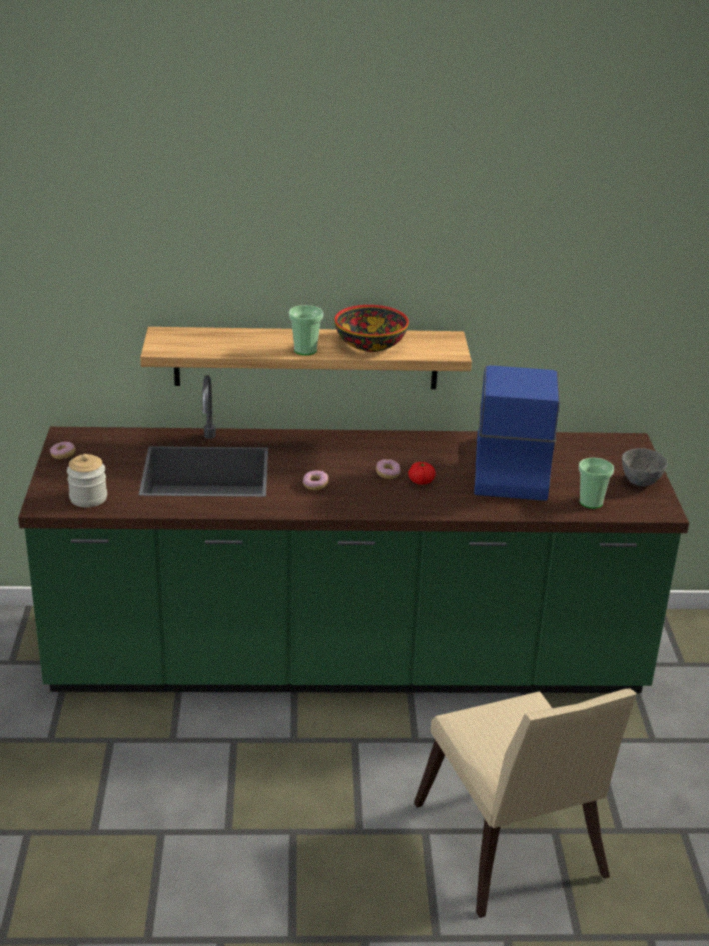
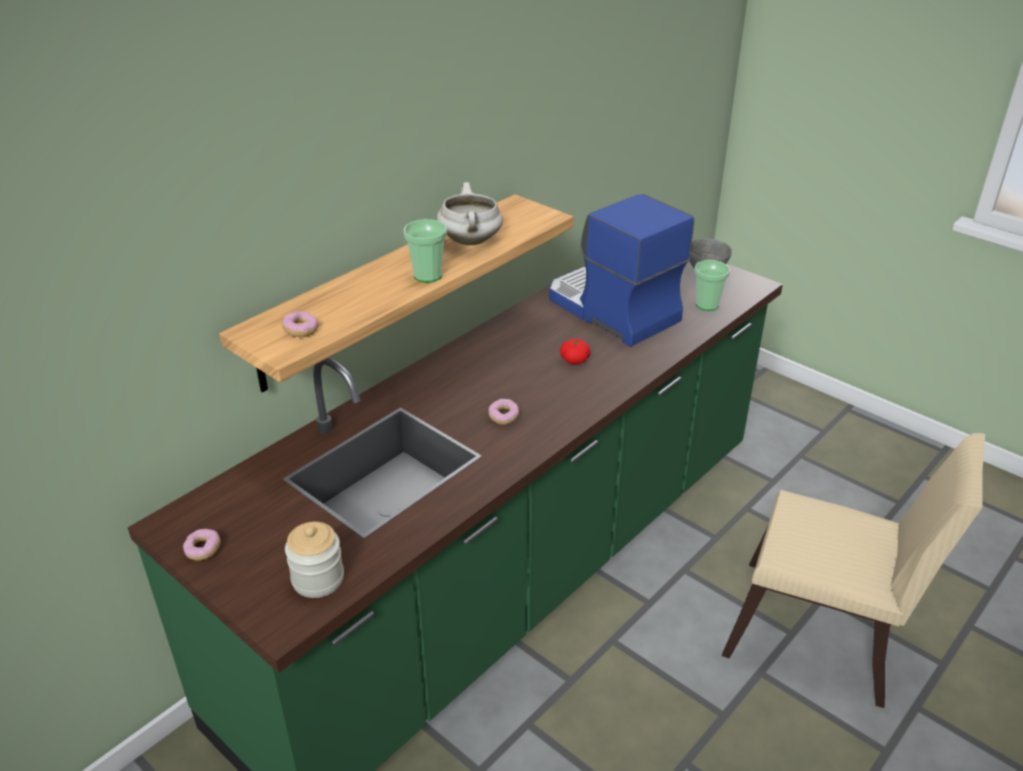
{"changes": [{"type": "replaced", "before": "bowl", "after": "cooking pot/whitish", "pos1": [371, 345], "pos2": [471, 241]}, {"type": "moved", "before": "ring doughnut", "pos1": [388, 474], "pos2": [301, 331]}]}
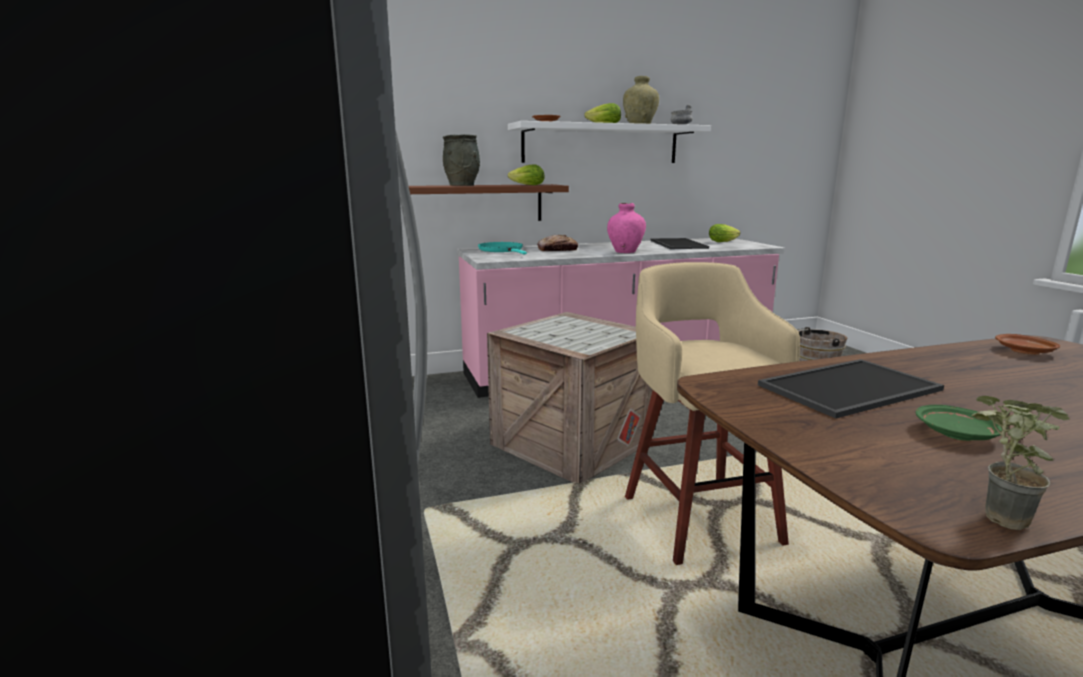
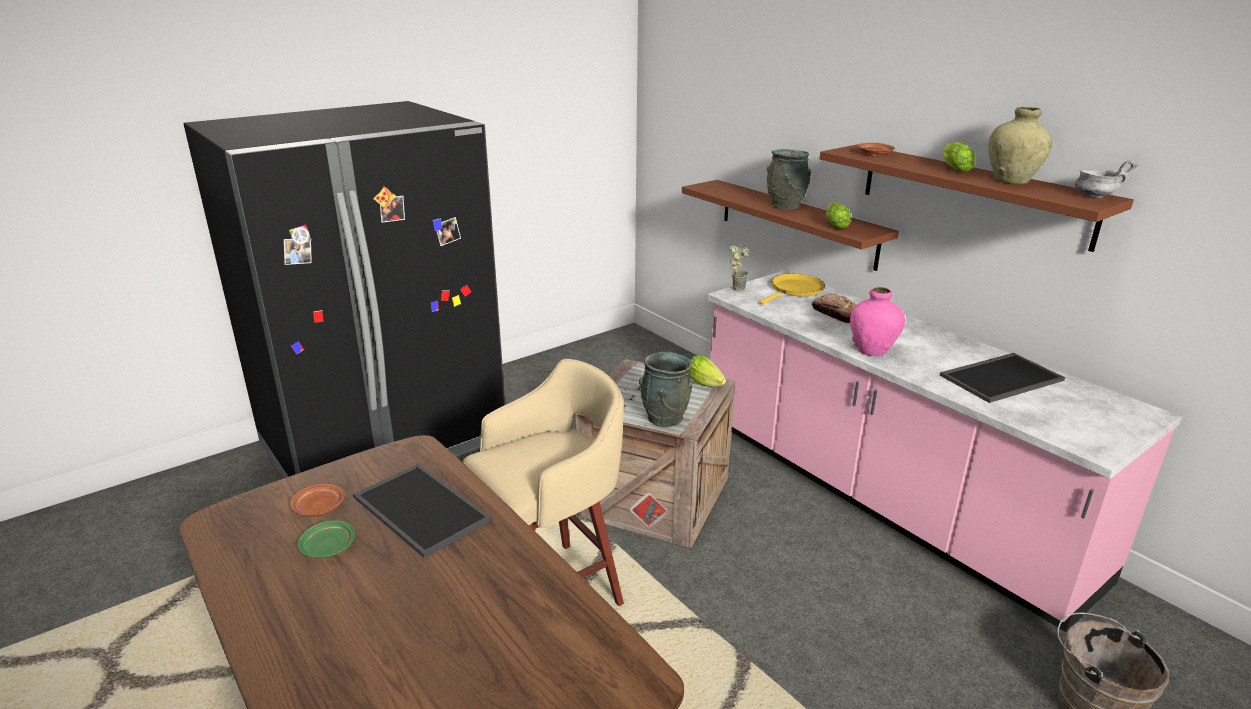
{"changes": [{"type": "recoloured", "before": "bracket shelf/whitish", "after": "bracket shelf/brown-coloured", "pos1": [601, 144], "pos2": [972, 194]}, {"type": "moved", "before": "lettuce head", "pos1": [724, 241], "pos2": [706, 383]}, {"type": "recoloured", "before": "pan/blue-green", "after": "pan/yellow-coloured", "pos1": [502, 250], "pos2": [795, 290]}, {"type": "moved", "before": "plate/brown-coloured", "pos1": [1024, 351], "pos2": [318, 508]}, {"type": "moved", "before": "potted plant", "pos1": [992, 517], "pos2": [738, 287]}, {"type": "added", "after": "vase/gray", "pos2": [664, 419]}]}
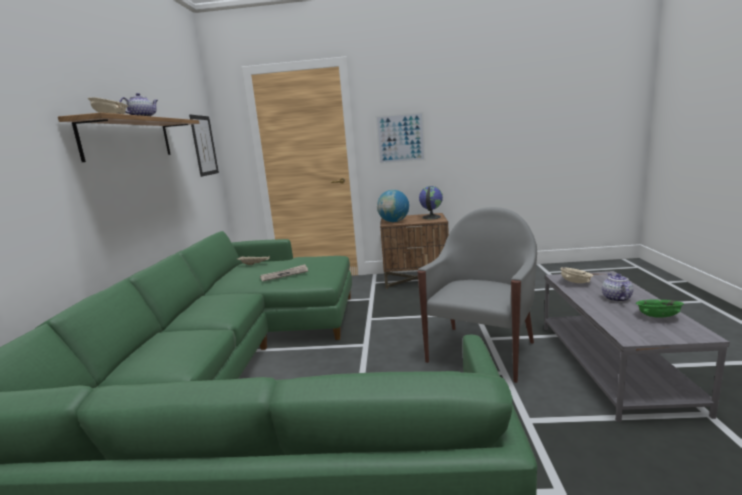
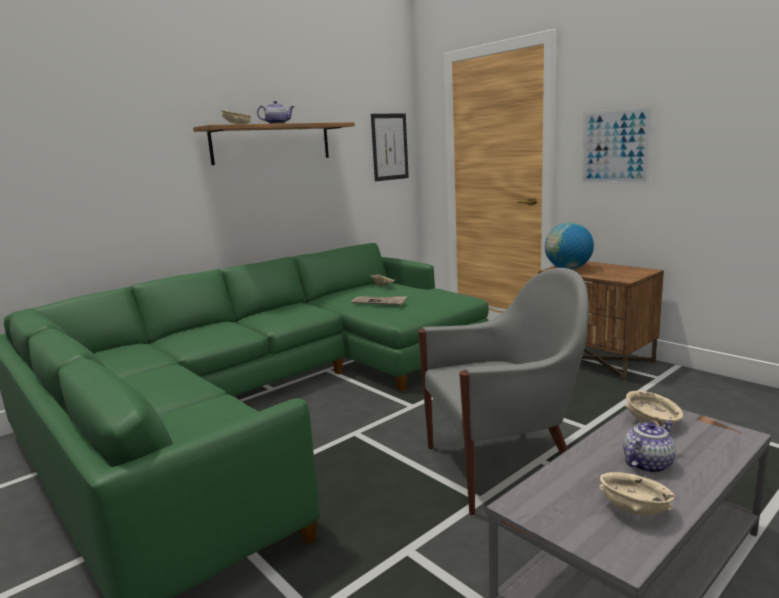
{"changes": [{"type": "removed", "before": "world globe", "pos1": [431, 217]}, {"type": "recoloured", "before": "bowl/greenish", "after": "bowl/beige", "pos1": [658, 316], "pos2": [634, 510]}]}
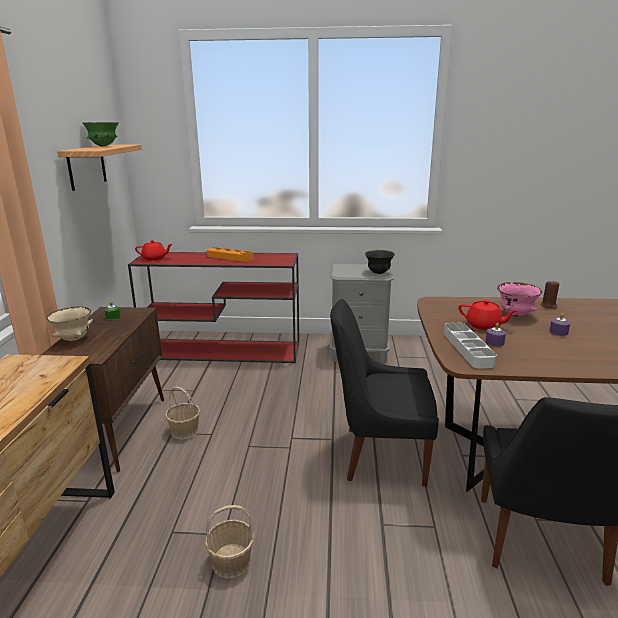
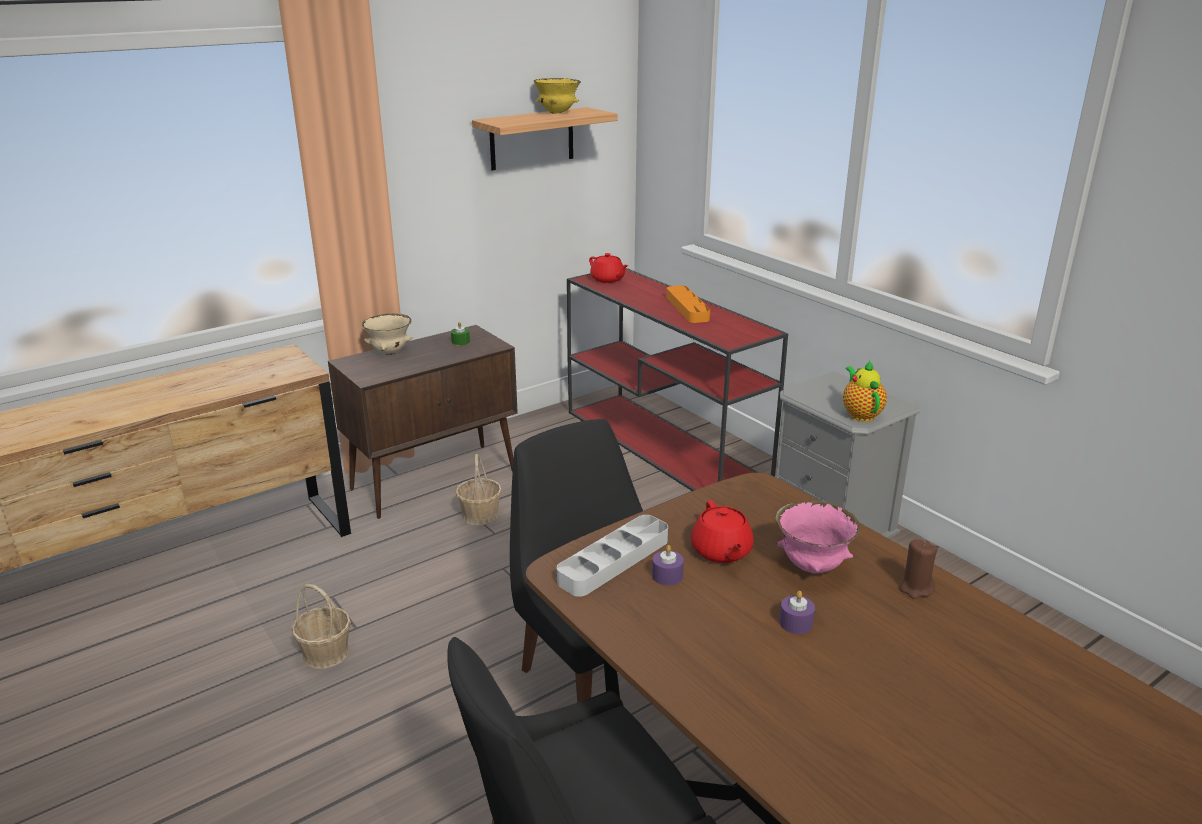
{"changes": [{"type": "recoloured", "before": "bowl/greenish", "after": "bowl/yellow-coloured", "pos1": [104, 146], "pos2": [557, 113]}, {"type": "replaced", "before": "bowl/black", "after": "teapot", "pos1": [378, 273], "pos2": [860, 414]}]}
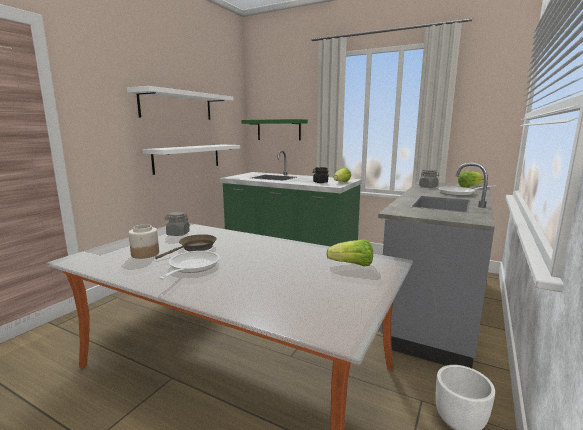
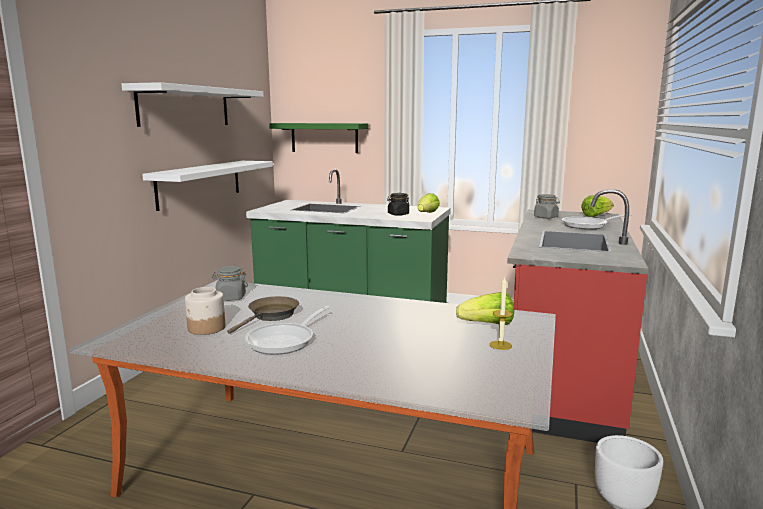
{"changes": [{"type": "recoloured", "before": "kitchen counter/gray", "after": "kitchen counter/red", "pos1": [433, 306], "pos2": [561, 373]}, {"type": "turned", "before": "pan", "pos1": [191, 267], "pos2": [285, 340], "turn": -150}, {"type": "added", "after": "wax light", "pos2": [500, 345]}]}
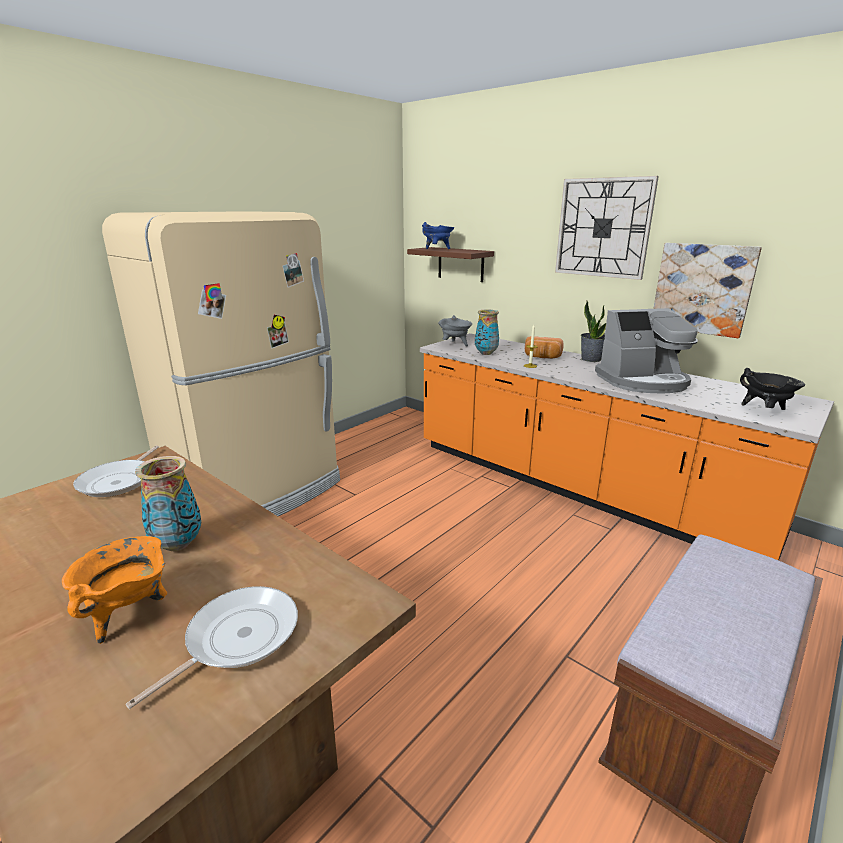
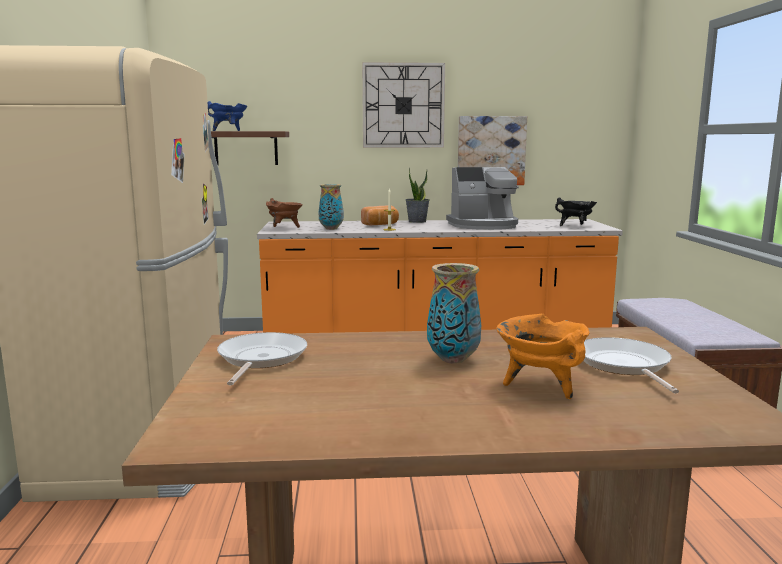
{"changes": [{"type": "turned", "before": "coffee maker", "pos1": [643, 381], "pos2": [483, 225], "turn": 45}, {"type": "recoloured", "before": "cooking pot/gray", "after": "cooking pot/brown-coloured", "pos1": [455, 344], "pos2": [284, 228]}, {"type": "turned", "before": "pan", "pos1": [120, 481], "pos2": [260, 359], "turn": -135}]}
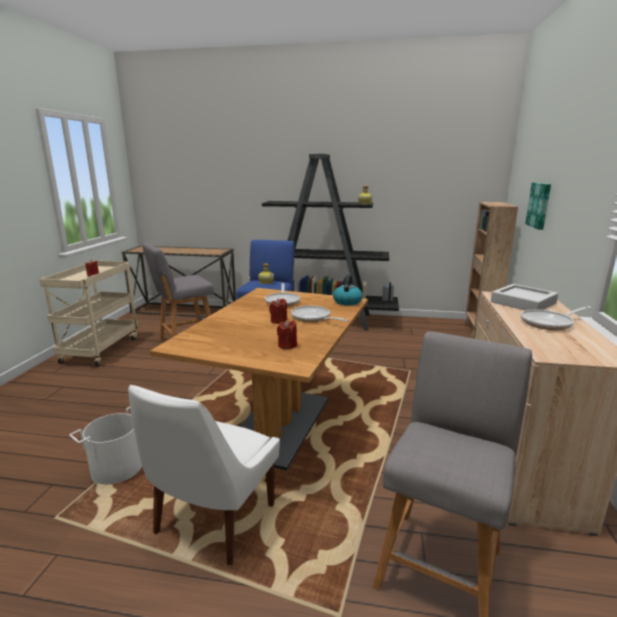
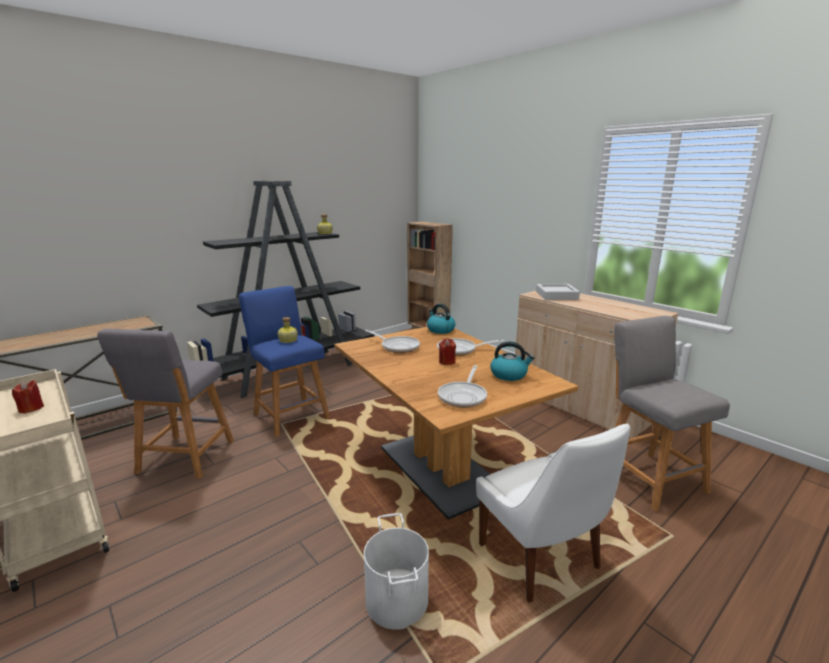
{"changes": [{"type": "removed", "before": "picture", "pos1": [539, 205]}, {"type": "moved", "before": "pan", "pos1": [549, 323], "pos2": [463, 396]}, {"type": "replaced", "before": "wax light/red", "after": "tea kettle", "pos1": [287, 346], "pos2": [509, 375]}]}
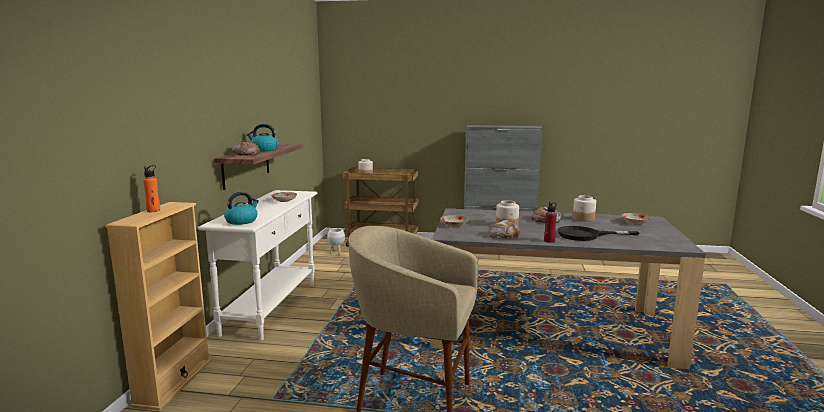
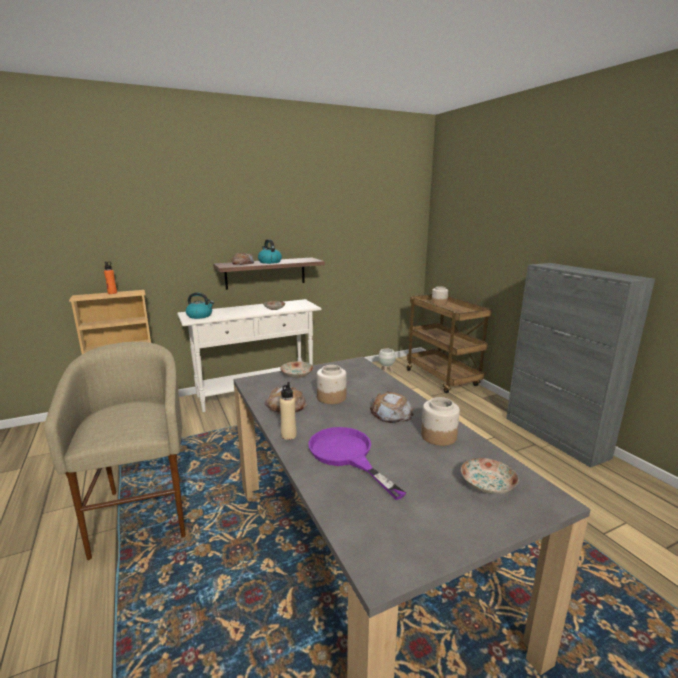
{"changes": [{"type": "recoloured", "before": "bottle/red", "after": "bottle/beige", "pos1": [549, 241], "pos2": [288, 435]}, {"type": "recoloured", "before": "pan/black", "after": "pan/purplish", "pos1": [586, 235], "pos2": [346, 455]}]}
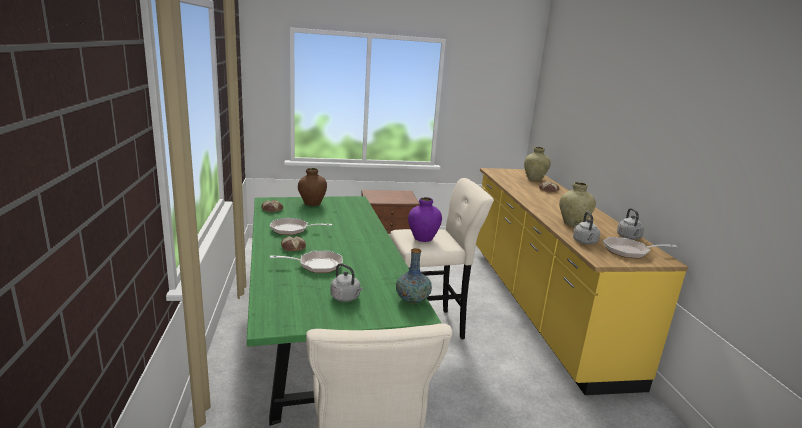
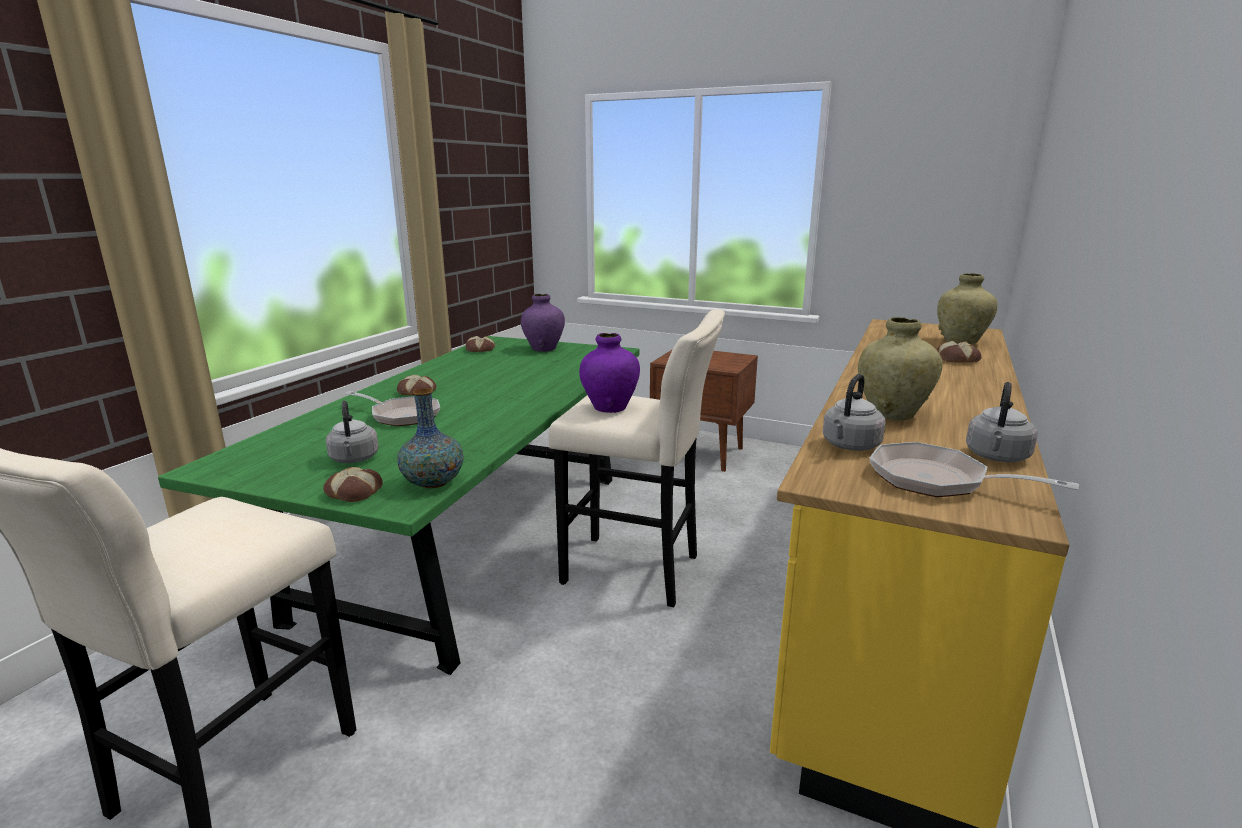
{"changes": [{"type": "recoloured", "before": "vase/brown-coloured", "after": "vase/purplish", "pos1": [312, 203], "pos2": [544, 349]}, {"type": "removed", "before": "pan", "pos1": [293, 229]}, {"type": "added", "after": "baked bread", "pos2": [355, 491]}]}
